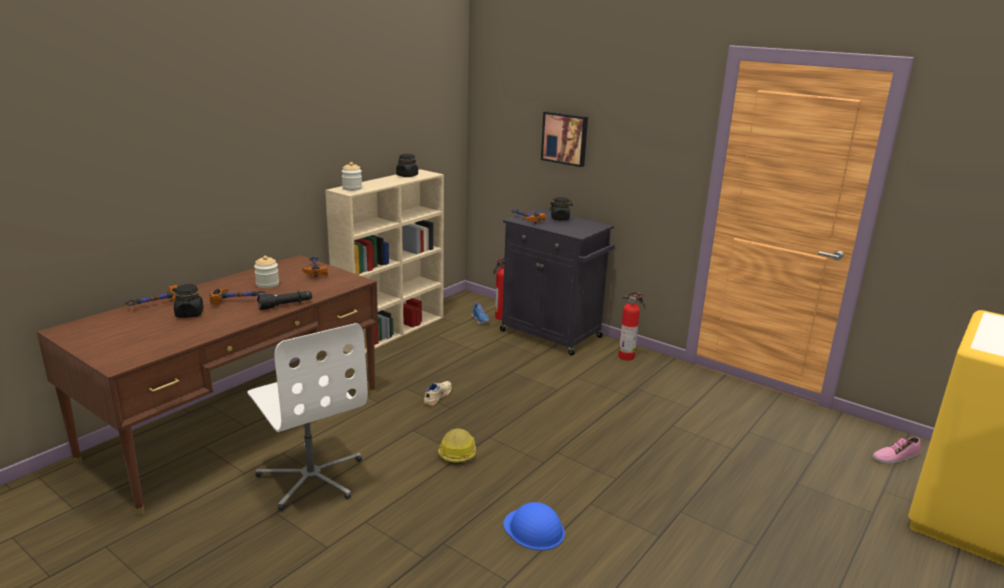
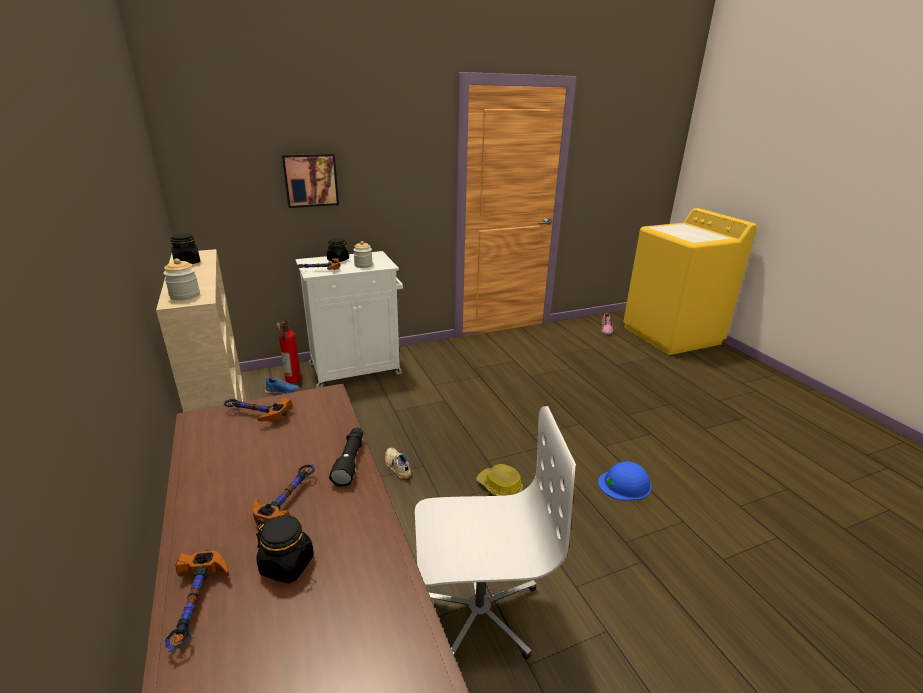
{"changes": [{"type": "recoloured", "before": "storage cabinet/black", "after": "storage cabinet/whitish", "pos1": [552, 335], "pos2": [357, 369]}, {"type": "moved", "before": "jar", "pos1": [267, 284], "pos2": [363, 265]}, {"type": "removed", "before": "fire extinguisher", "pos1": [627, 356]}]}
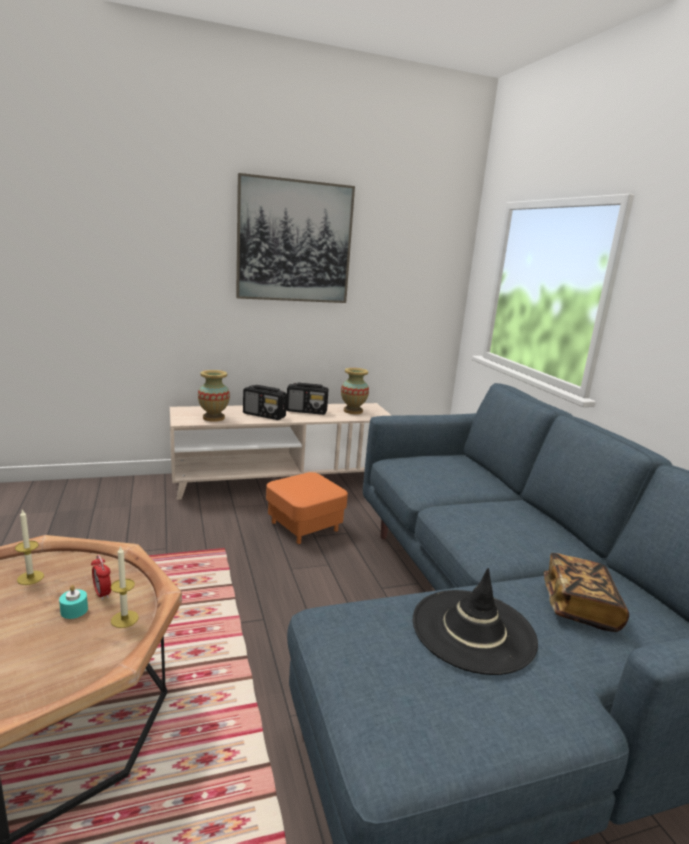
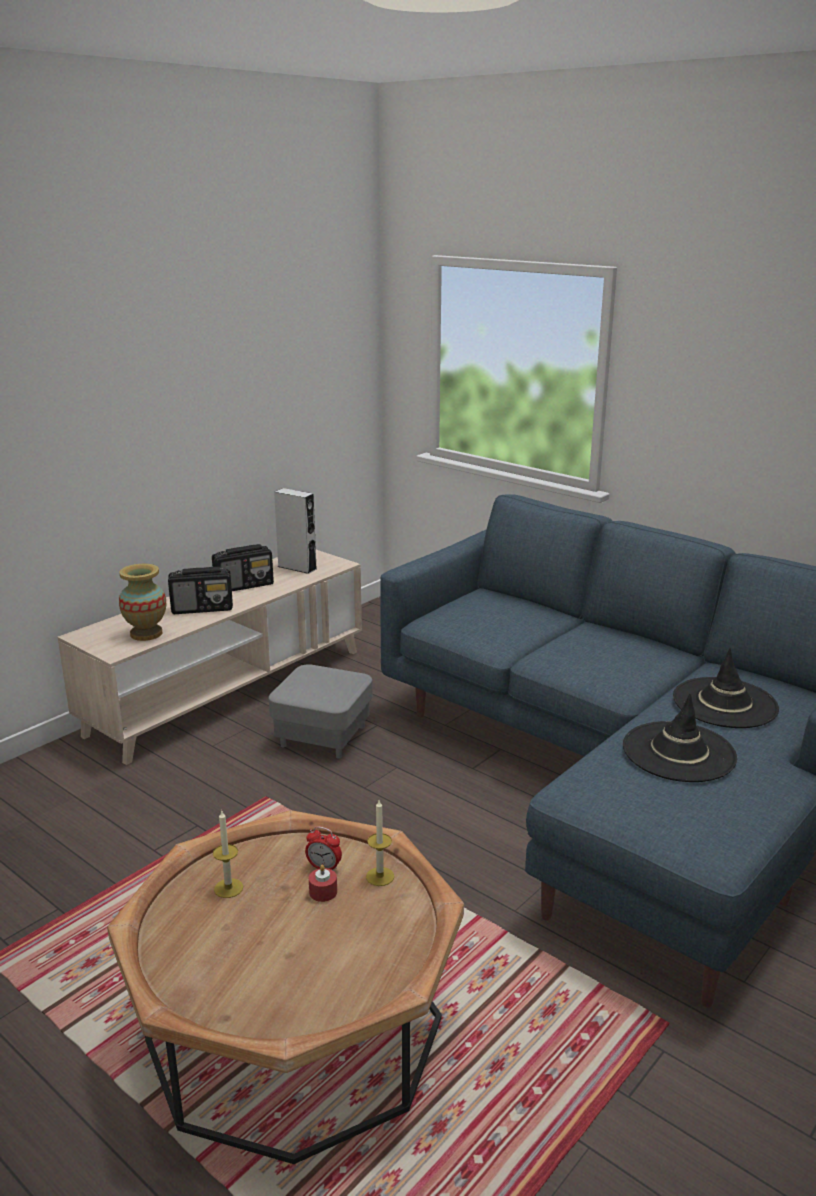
{"changes": [{"type": "removed", "before": "picture", "pos1": [294, 242]}, {"type": "replaced", "before": "vase", "after": "audio speaker/gray", "pos1": [353, 411], "pos2": [297, 567]}, {"type": "recoloured", "before": "ottoman/orange", "after": "ottoman/gray", "pos1": [304, 526], "pos2": [323, 736]}, {"type": "replaced", "before": "bound book", "after": "wearable hat/black", "pos1": [579, 607], "pos2": [725, 703]}, {"type": "recoloured", "before": "wax light/blue-green", "after": "wax light/red", "pos1": [74, 610], "pos2": [323, 892]}]}
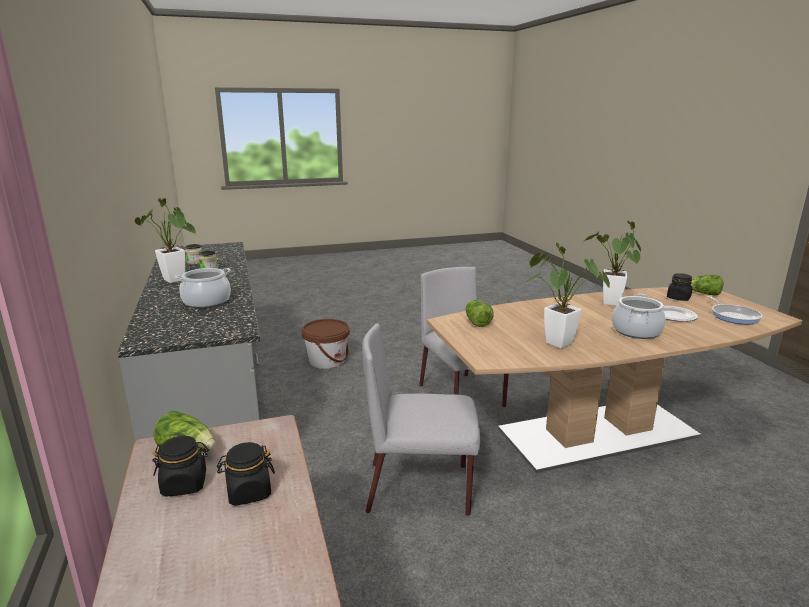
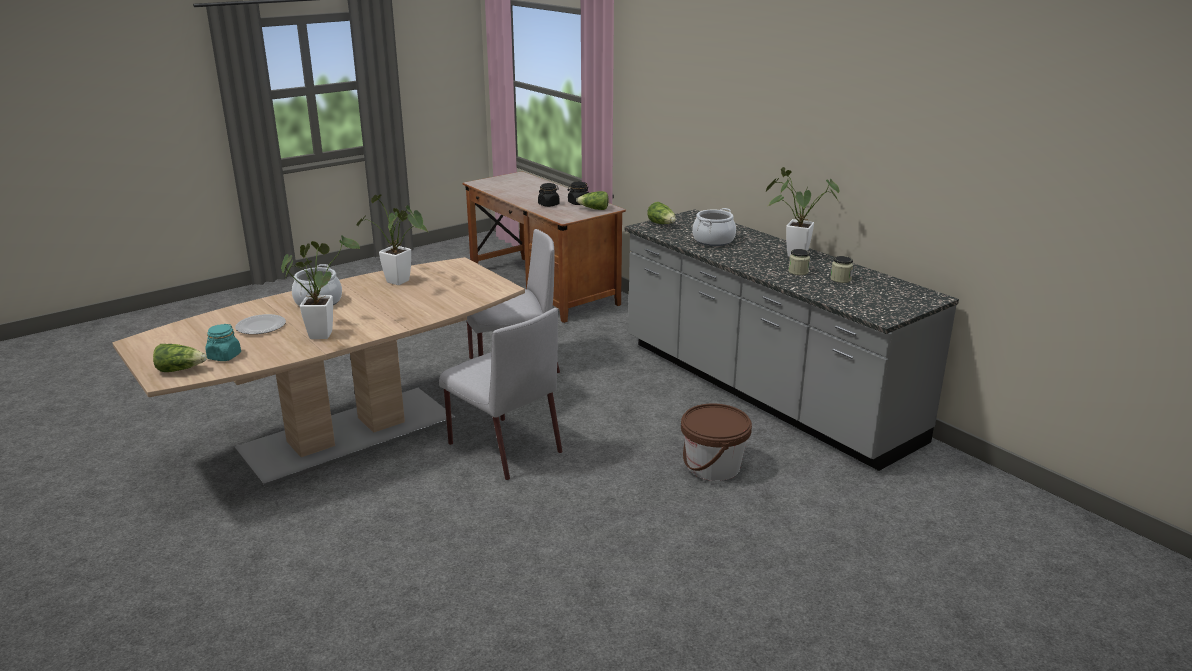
{"changes": [{"type": "recoloured", "before": "jar/black", "after": "jar/blue-green", "pos1": [678, 298], "pos2": [224, 356]}, {"type": "removed", "before": "pan", "pos1": [733, 316]}, {"type": "moved", "before": "lettuce head", "pos1": [477, 322], "pos2": [662, 224]}]}
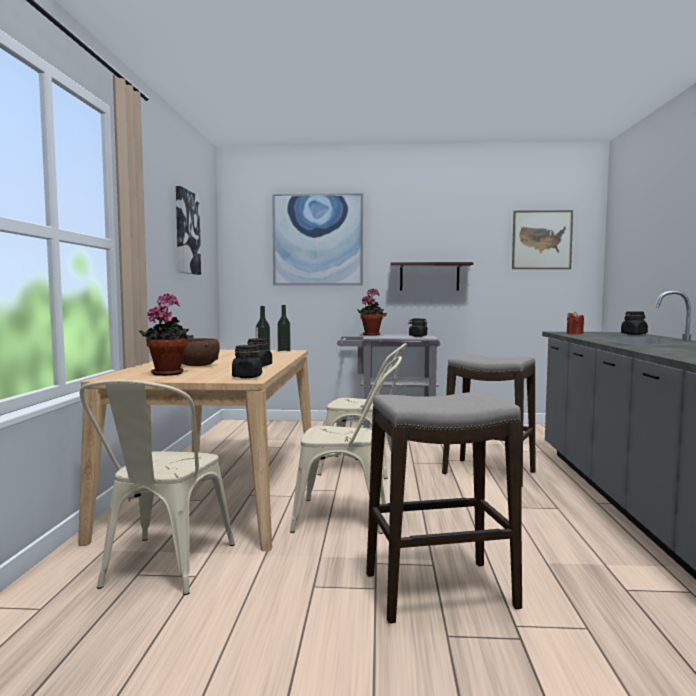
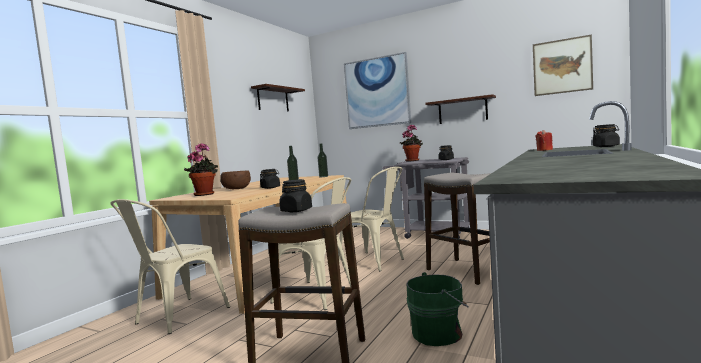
{"changes": [{"type": "replaced", "before": "picture", "after": "bracket shelf", "pos1": [186, 232], "pos2": [273, 99]}, {"type": "moved", "before": "jar/black", "pos1": [247, 377], "pos2": [296, 211]}, {"type": "added", "after": "bucket/greenish", "pos2": [439, 333]}]}
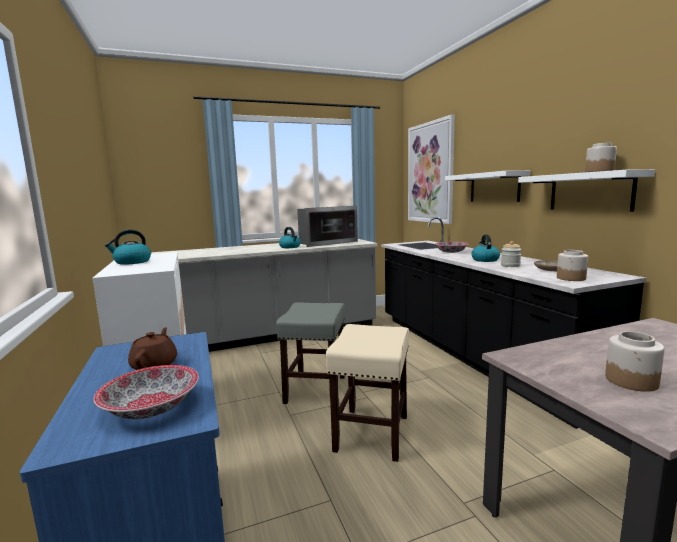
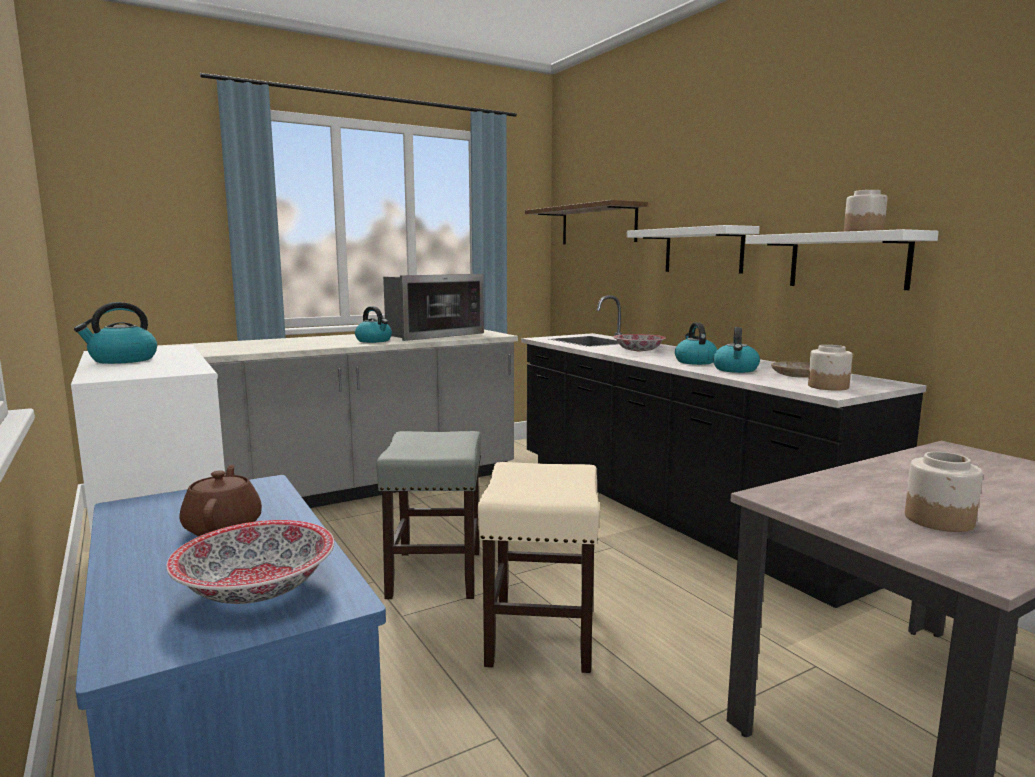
{"changes": [{"type": "replaced", "before": "picture", "after": "bracket shelf", "pos1": [430, 173], "pos2": [598, 225]}, {"type": "replaced", "before": "jar", "after": "tea kettle", "pos1": [510, 265], "pos2": [735, 370]}]}
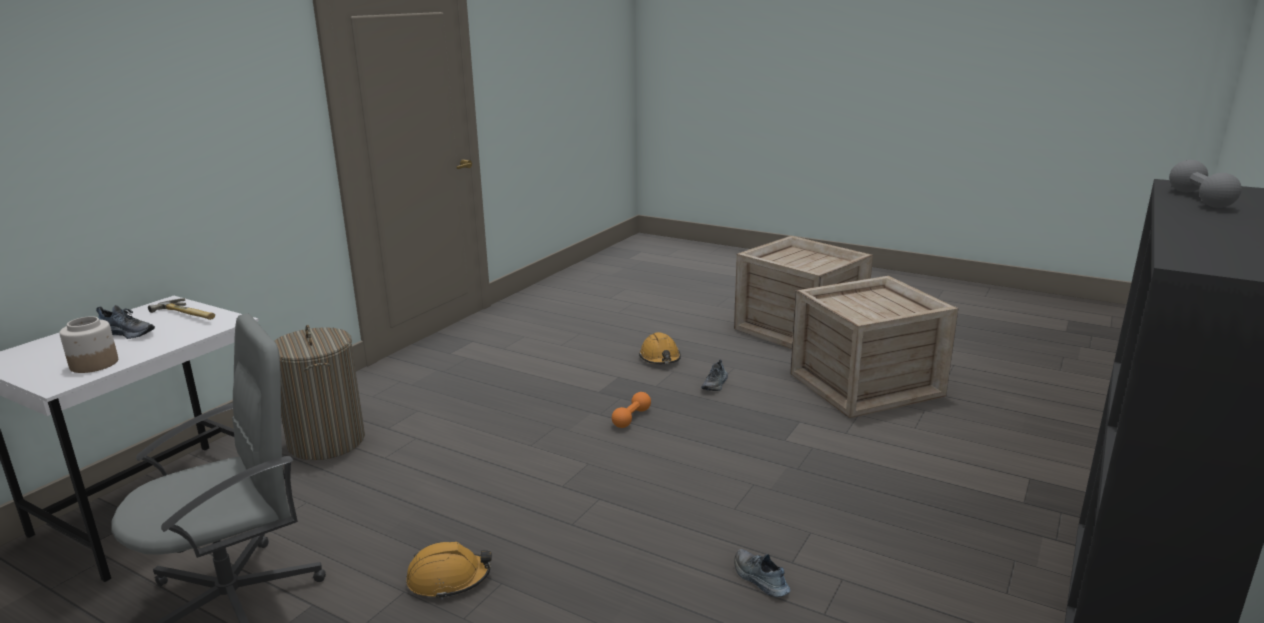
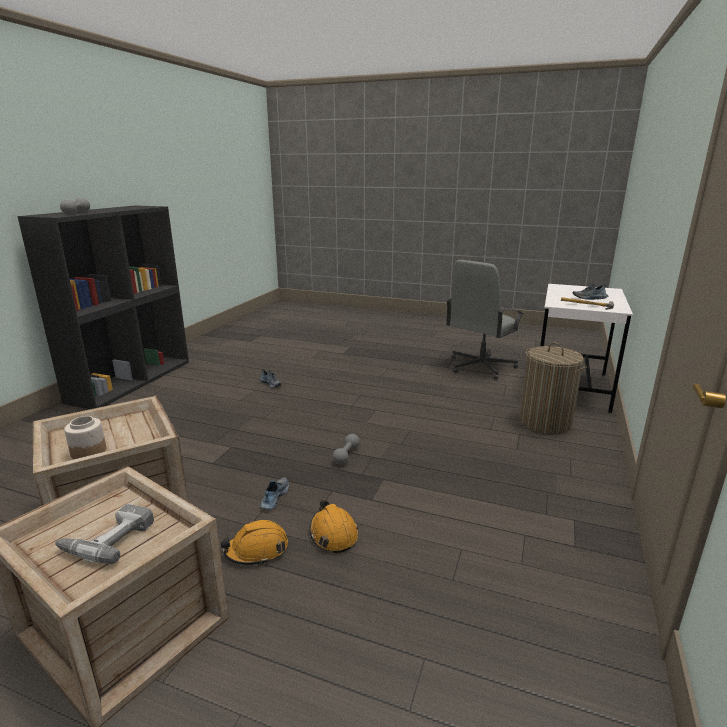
{"changes": [{"type": "moved", "before": "jar", "pos1": [93, 364], "pos2": [89, 451]}, {"type": "recoloured", "before": "hand weight/orange", "after": "hand weight/gray", "pos1": [631, 418], "pos2": [346, 455]}, {"type": "moved", "before": "safety helmet/orange", "pos1": [449, 579], "pos2": [257, 550]}, {"type": "added", "after": "electric drill", "pos2": [107, 539]}]}
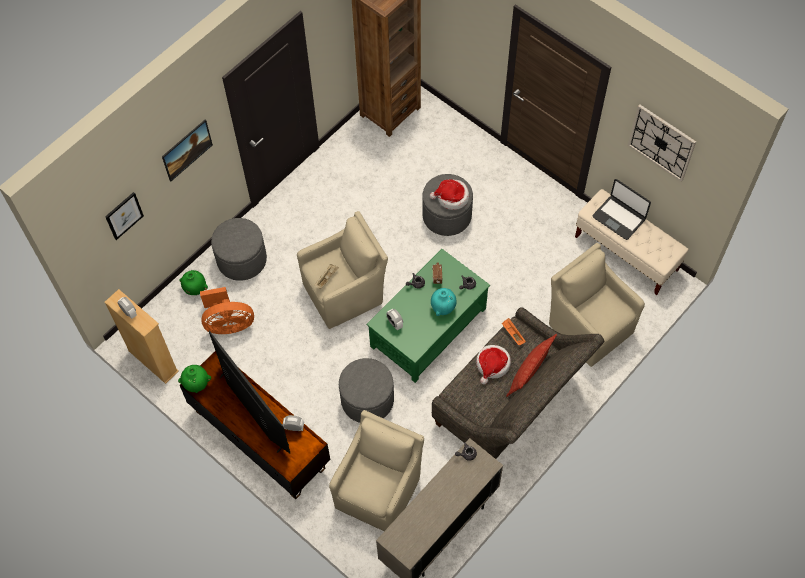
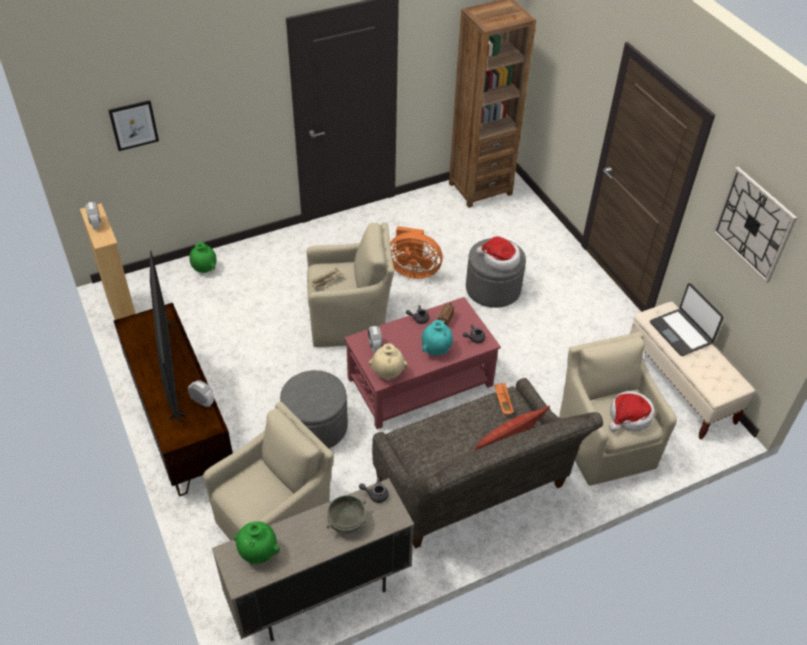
{"changes": [{"type": "removed", "before": "picture", "pos1": [189, 156]}, {"type": "removed", "before": "ottoman/gray", "pos1": [242, 259]}, {"type": "recoloured", "before": "low table/greenish", "after": "low table/red", "pos1": [427, 327], "pos2": [419, 382]}, {"type": "moved", "before": "electric fan/orange", "pos1": [228, 324], "pos2": [413, 270]}, {"type": "moved", "before": "wearable hat", "pos1": [492, 365], "pos2": [629, 416]}, {"type": "moved", "before": "vase/greenish", "pos1": [197, 384], "pos2": [258, 553]}, {"type": "added", "after": "vase/beige", "pos2": [388, 373]}, {"type": "added", "after": "bowl/gray", "pos2": [347, 523]}]}
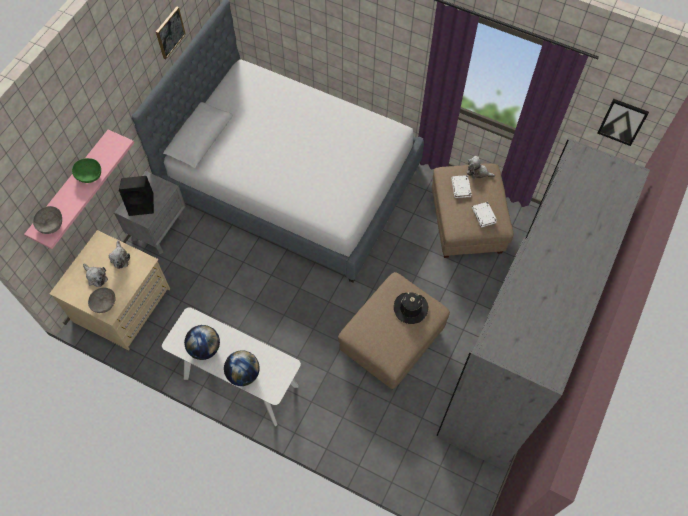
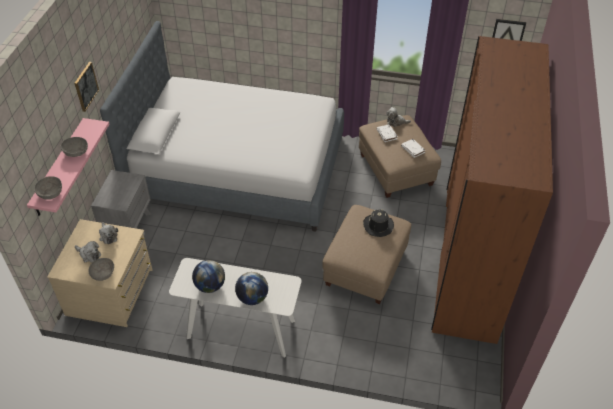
{"changes": [{"type": "moved", "before": "picture", "pos1": [169, 32], "pos2": [85, 86]}, {"type": "recoloured", "before": "wardrobe/gray", "after": "wardrobe/brown-coloured", "pos1": [509, 361], "pos2": [469, 261]}, {"type": "recoloured", "before": "bowl/greenish", "after": "bowl/gray", "pos1": [89, 175], "pos2": [76, 152]}, {"type": "removed", "before": "audio speaker/black", "pos1": [142, 204]}]}
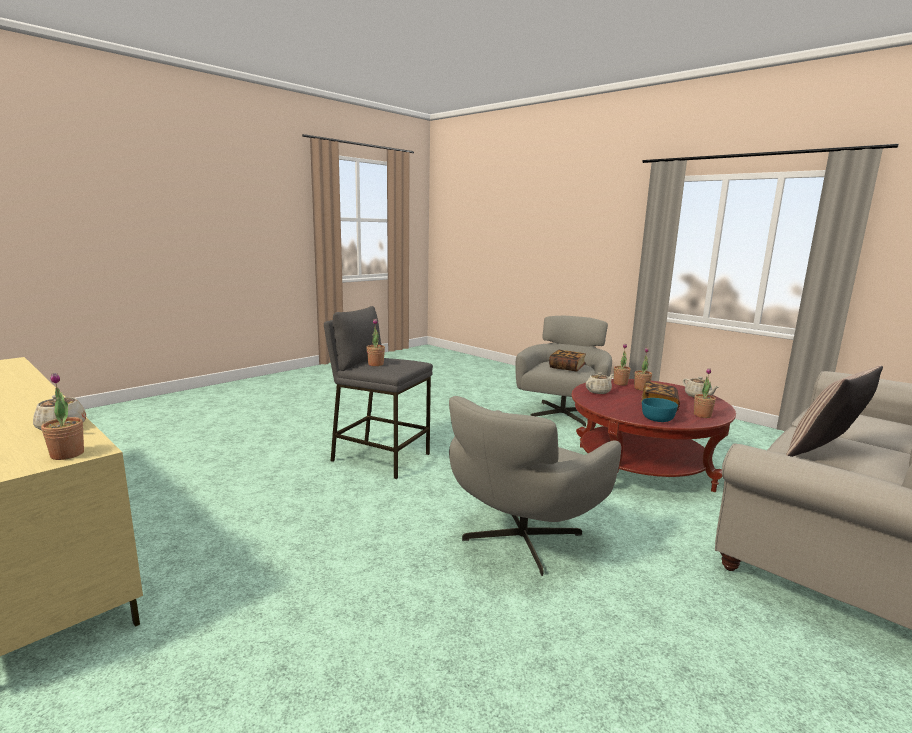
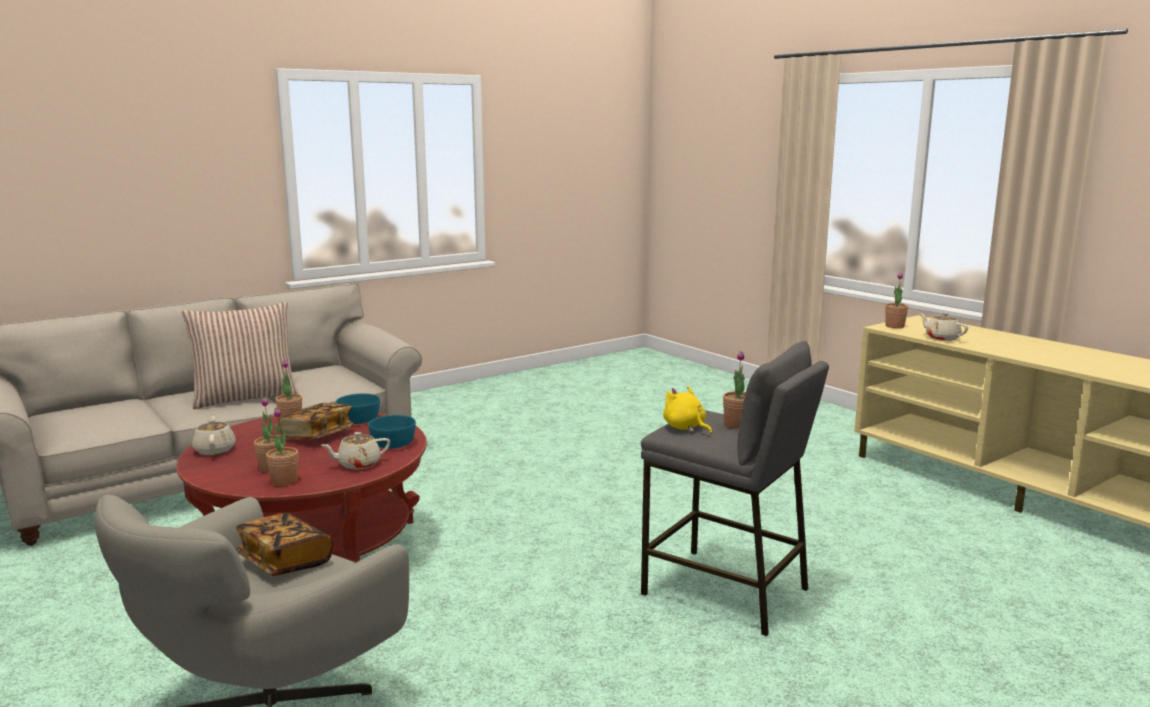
{"changes": [{"type": "removed", "before": "easy chair/gray", "pos1": [520, 540]}, {"type": "added", "after": "cuddly toy/yellow-coloured", "pos2": [685, 428]}, {"type": "added", "after": "bowl/blue-green", "pos2": [392, 444]}]}
